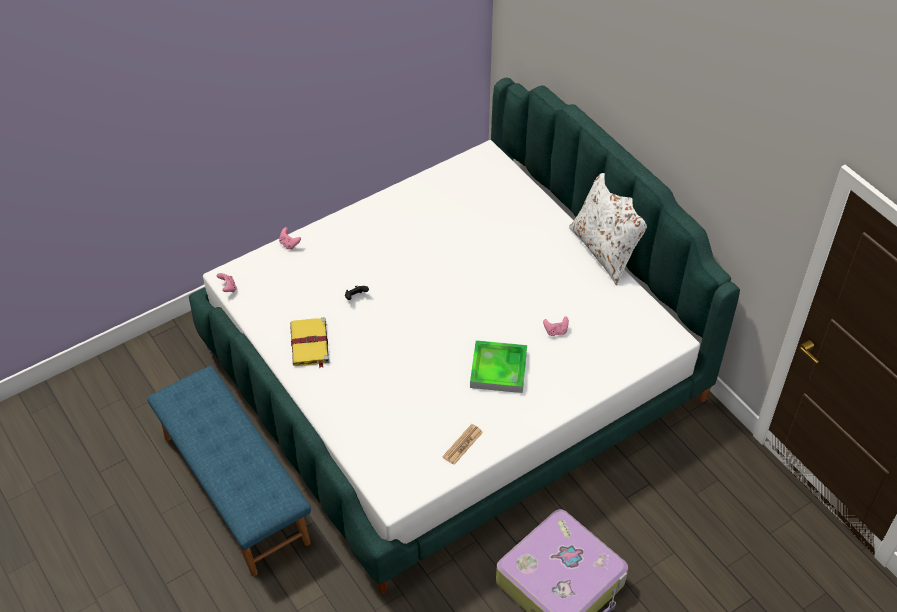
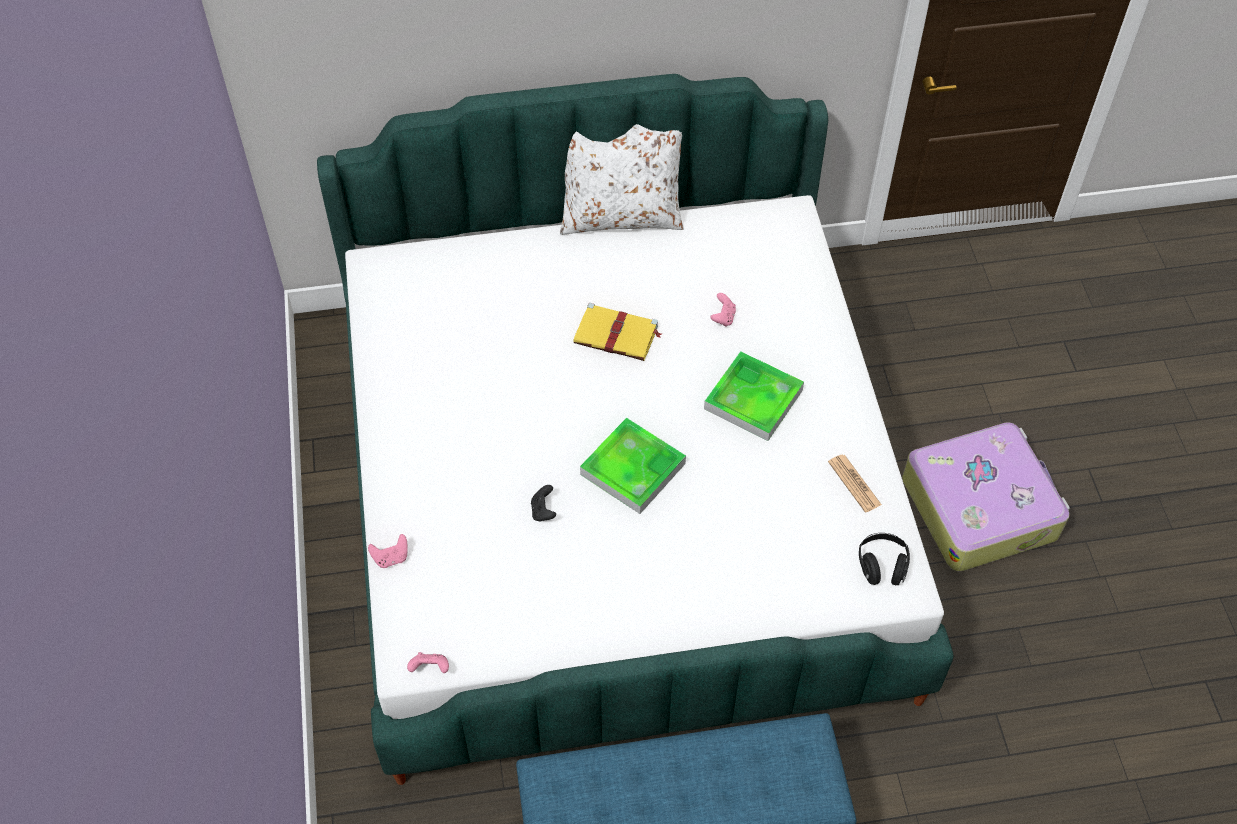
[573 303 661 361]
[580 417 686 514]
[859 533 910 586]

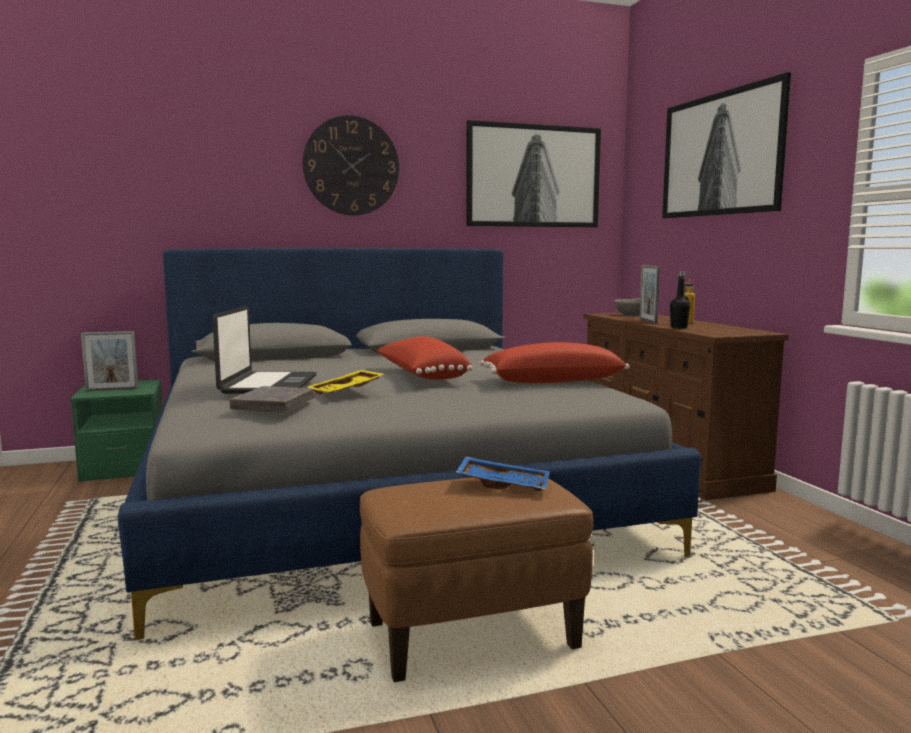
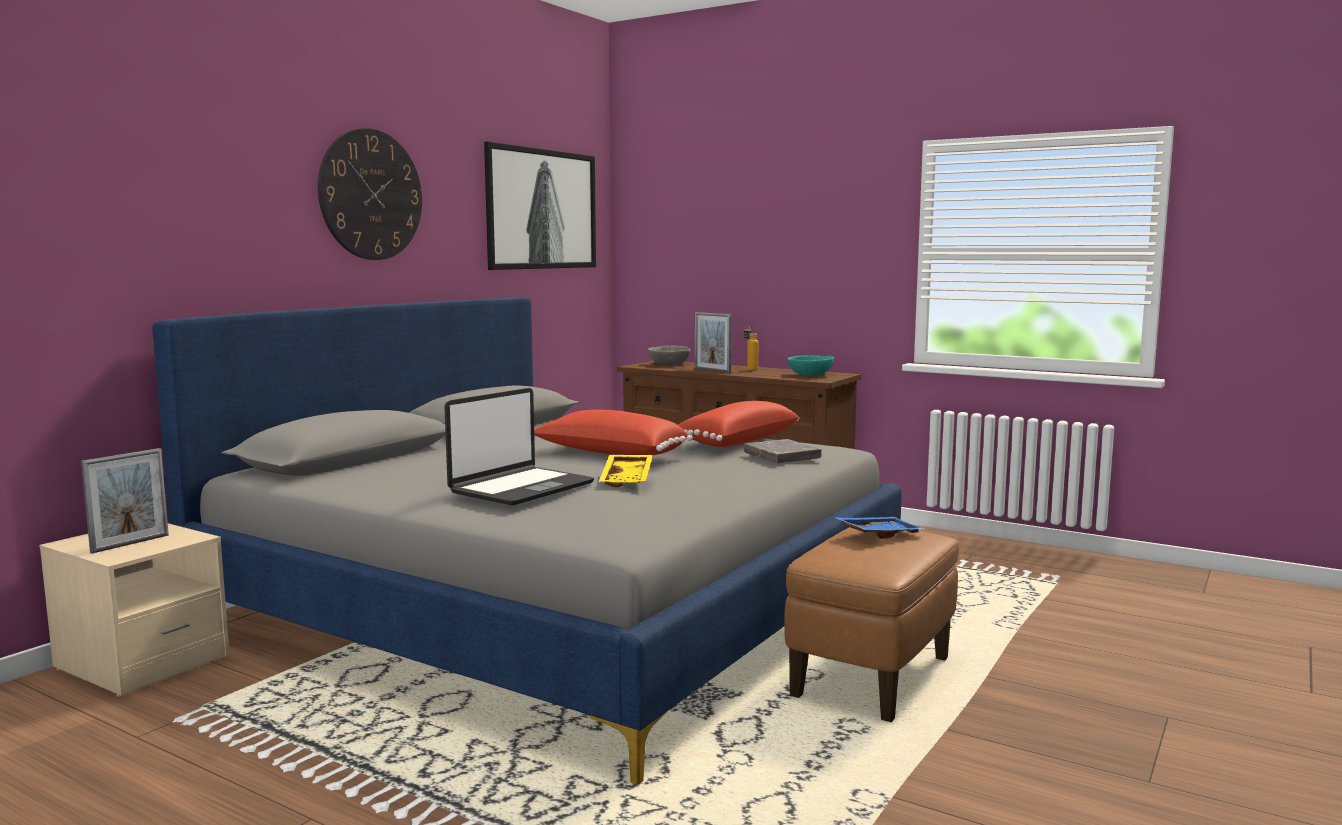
[39 523 230 697]
[444 388 594 506]
[744 439 821 463]
[787 355 834 376]
[662 72 791 218] (first image)
[670 271 691 329] (first image)

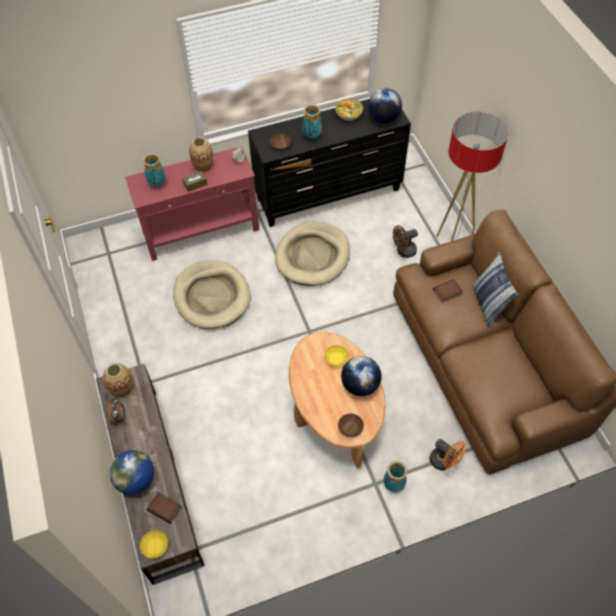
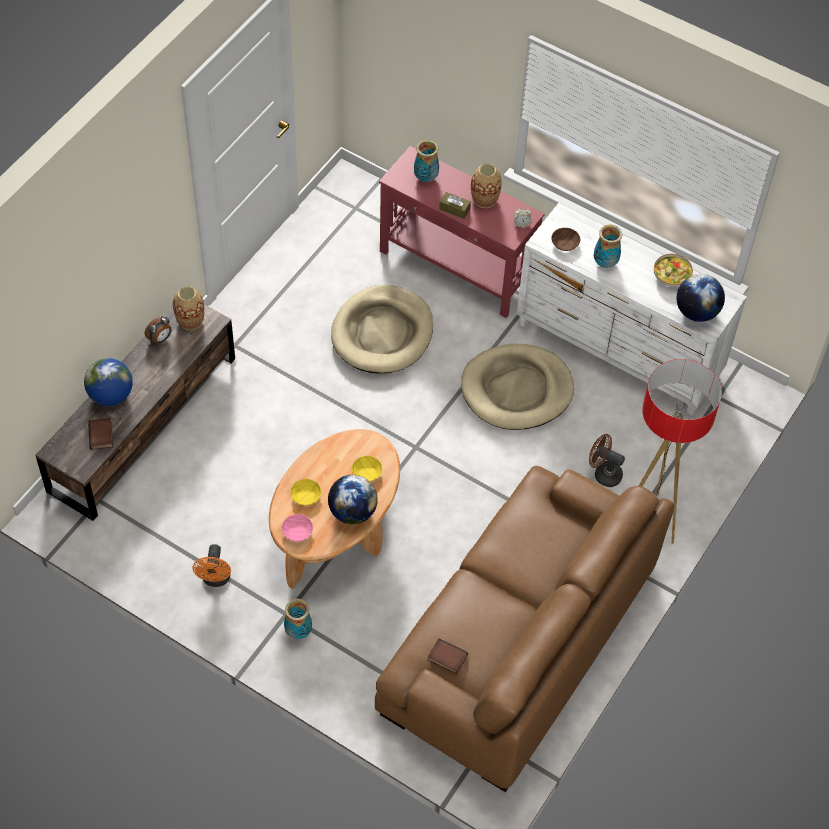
[193 544 231 587]
[282 514 313 542]
[290 479 321 505]
[428 638 468 675]
[517 203 747 416]
[472 251 519 327] (first image)

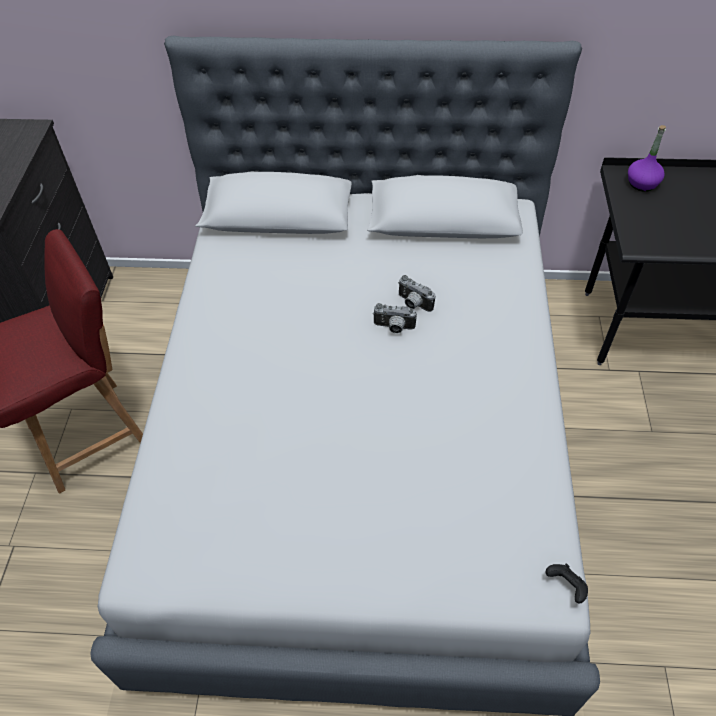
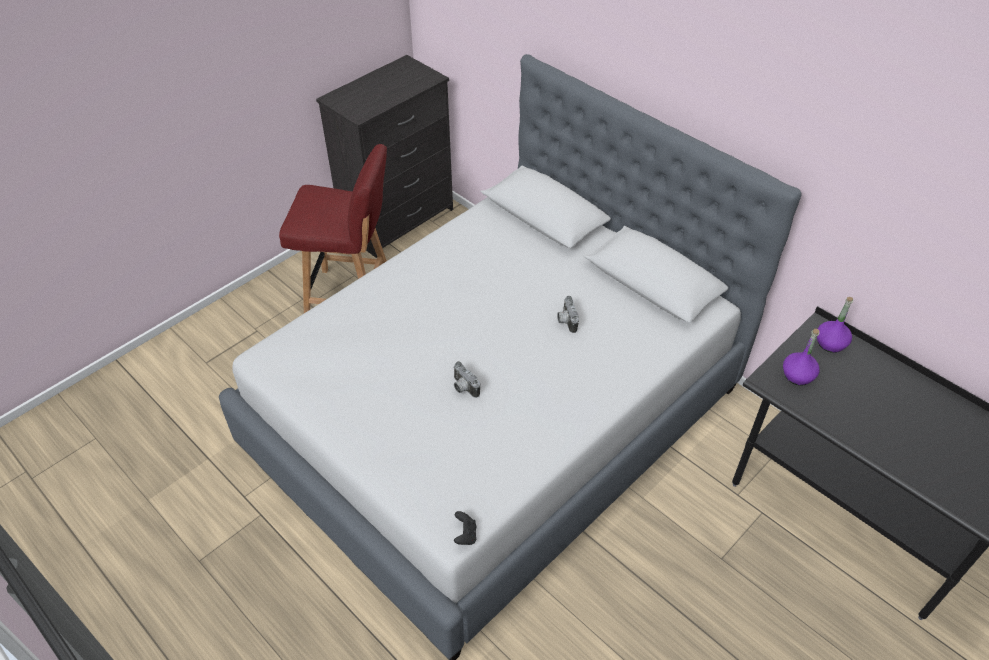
[453 361 480 398]
[783 329 820 385]

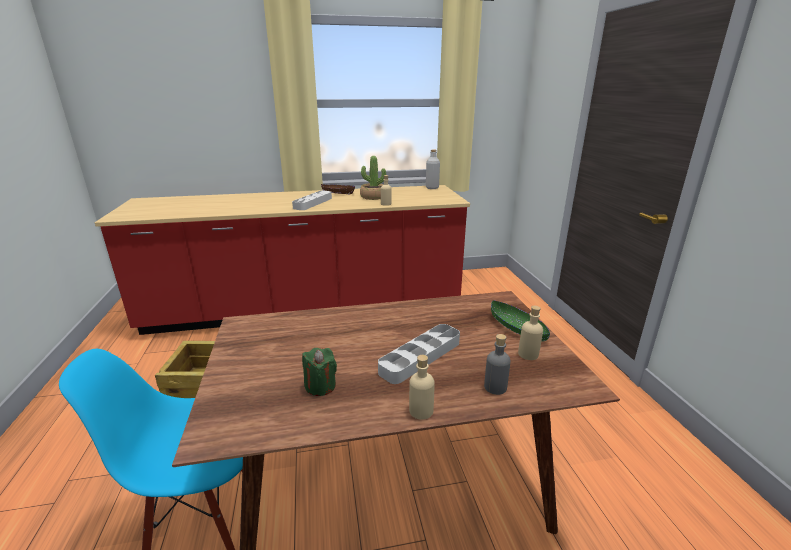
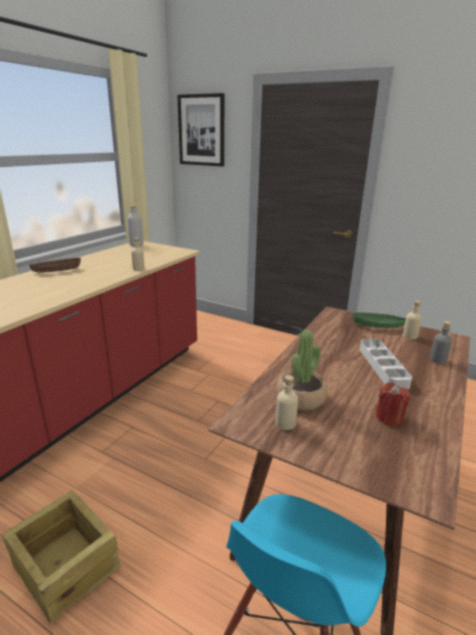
[177 93 224 167]
[275 375 298 430]
[276 330 327 411]
[375 382 411 426]
[292 191 332 210] (first image)

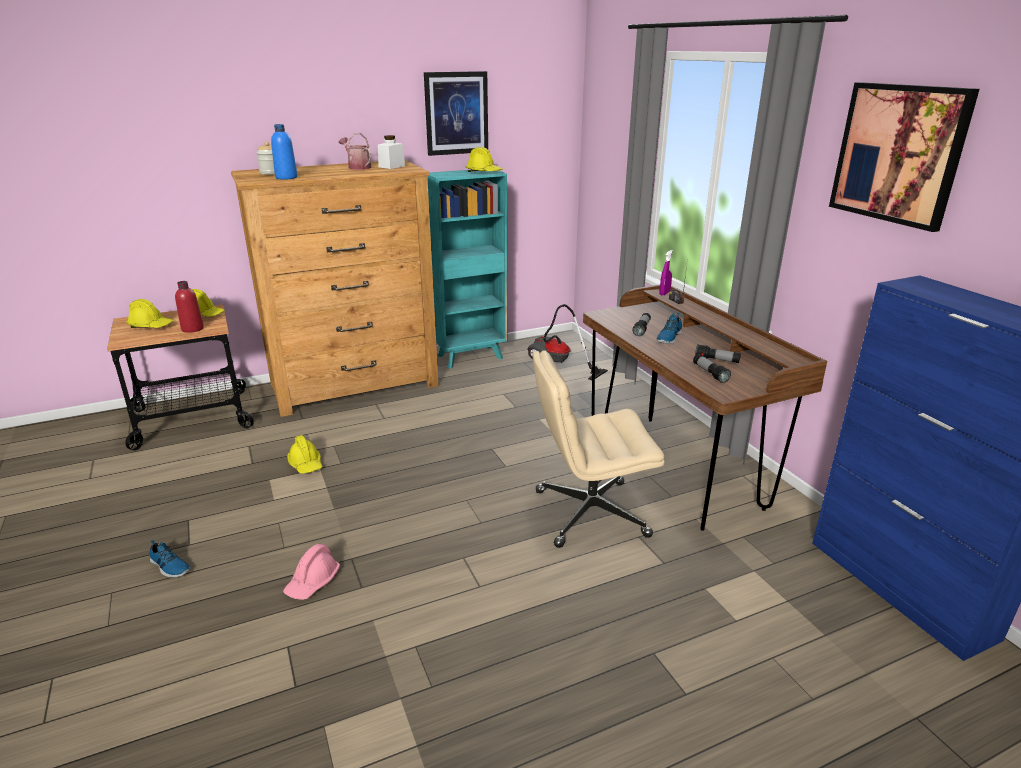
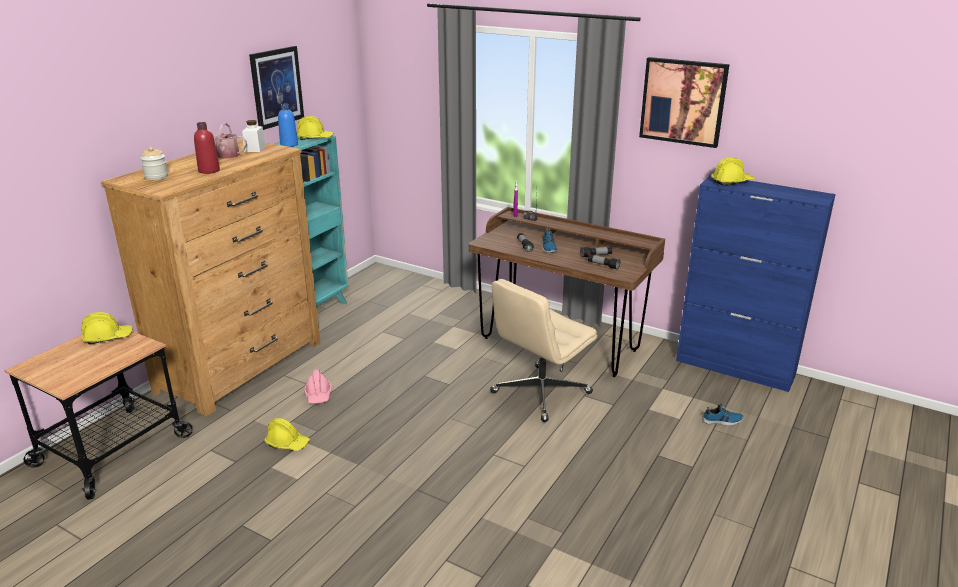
[194 122 220 174]
[278 103 298 147]
[304 369 332 403]
[702 403 743 426]
[711 157 755 186]
[527 304 608 380] (first image)

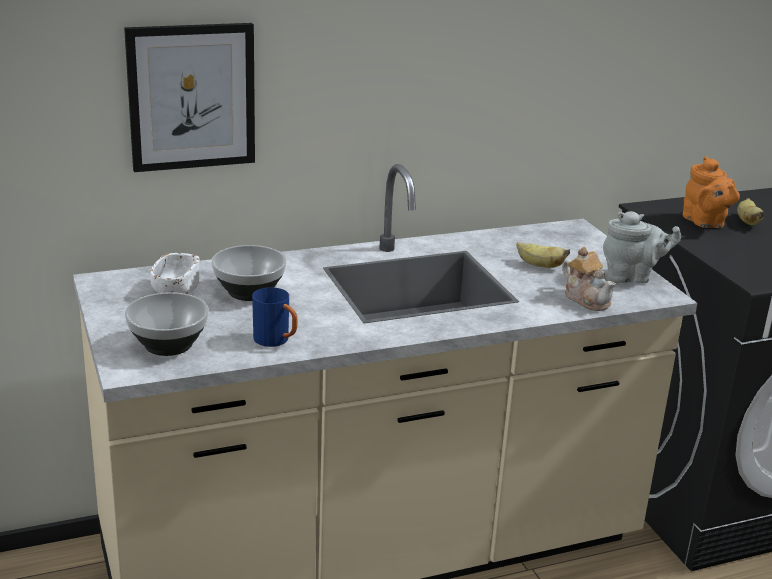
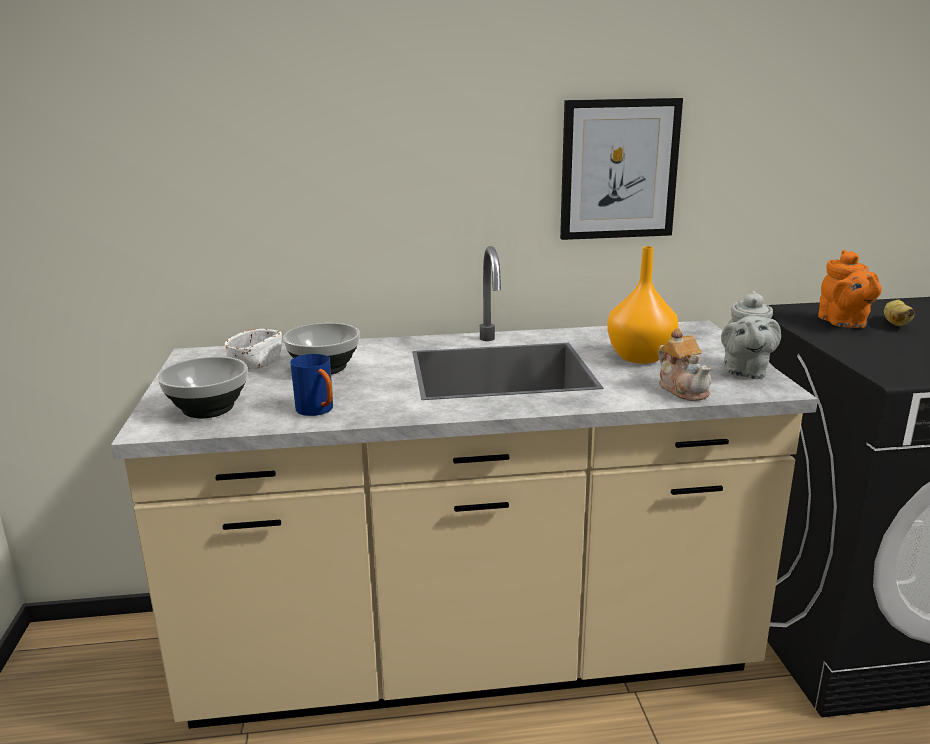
[560 98 683 240]
[607 246 679 364]
[721 291 781 379]

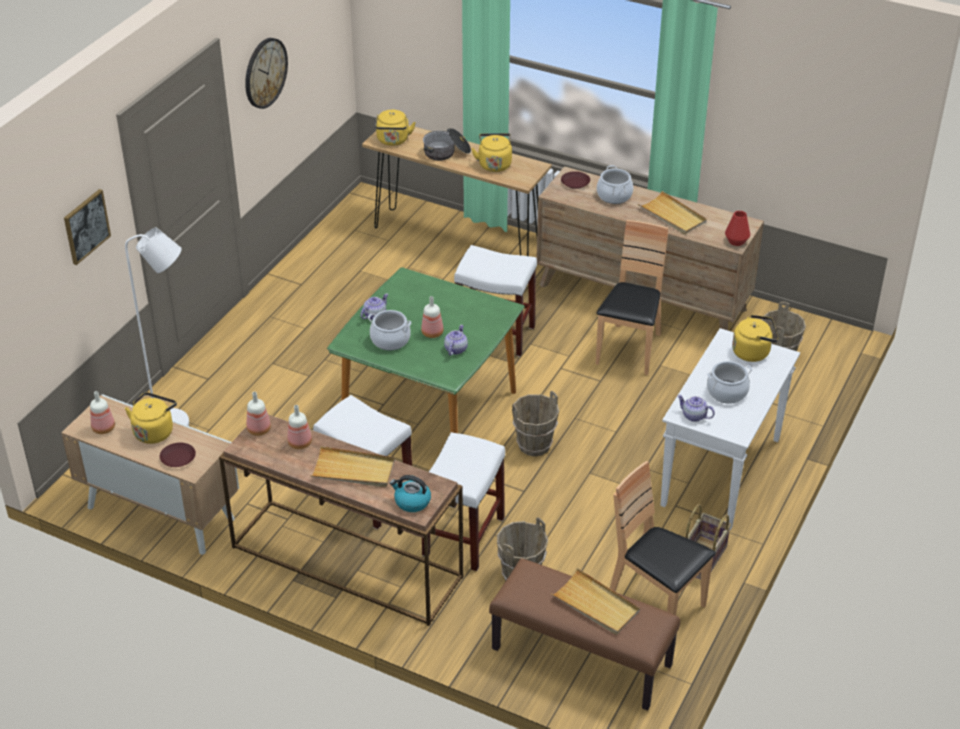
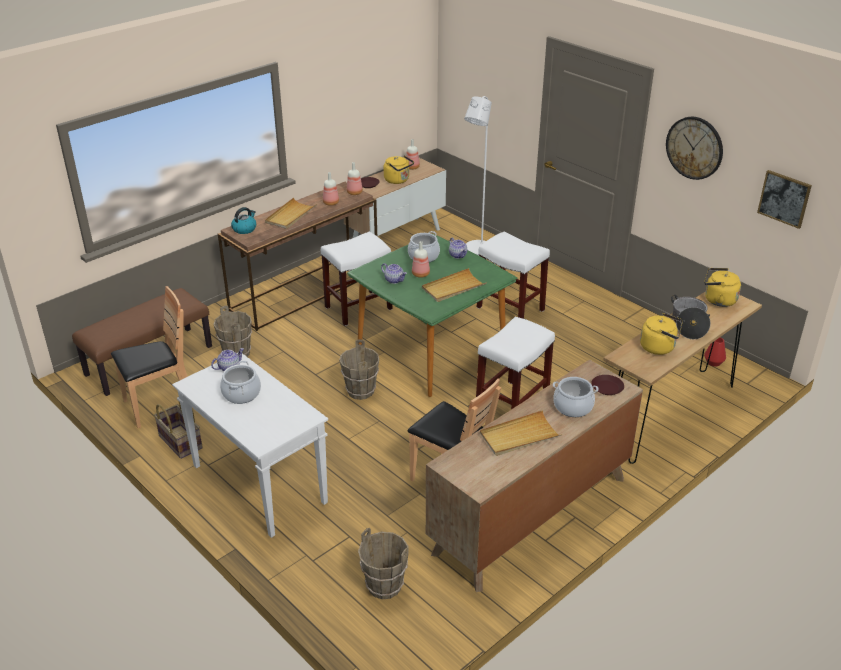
[422 268 487 302]
[477 232 550 319]
[704 337 726 367]
[757 170 812 229]
[732 315 778 362] (first image)

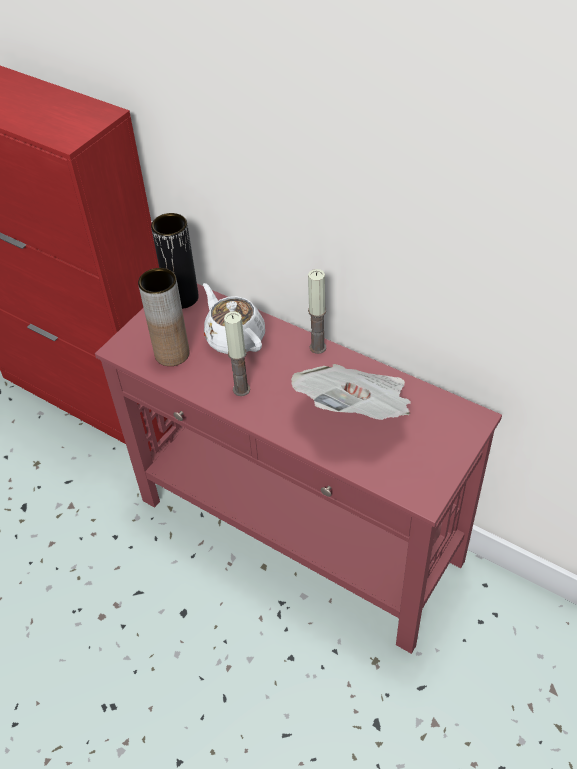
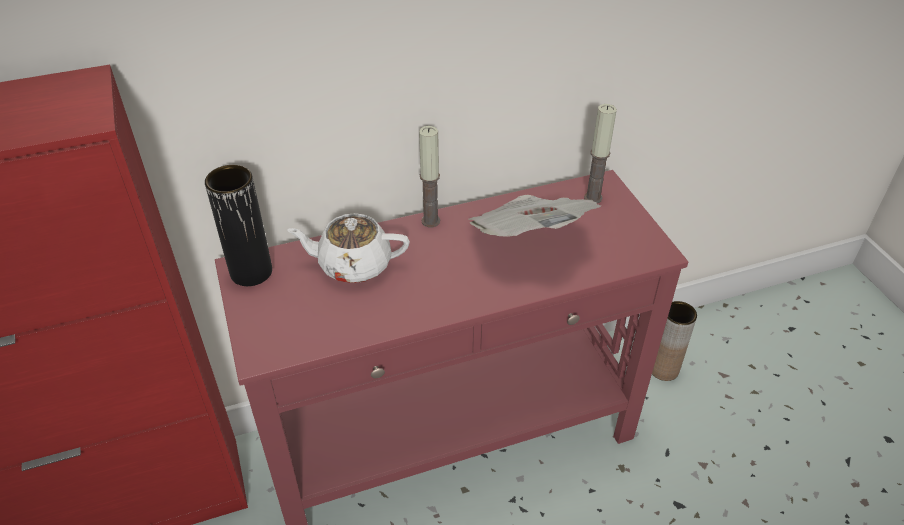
[584 104 617 203]
[652 301 697 381]

